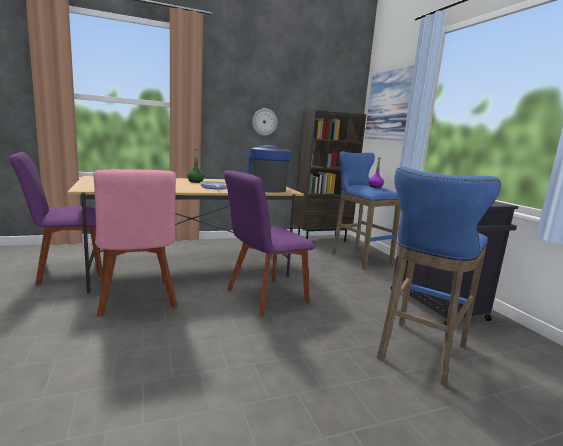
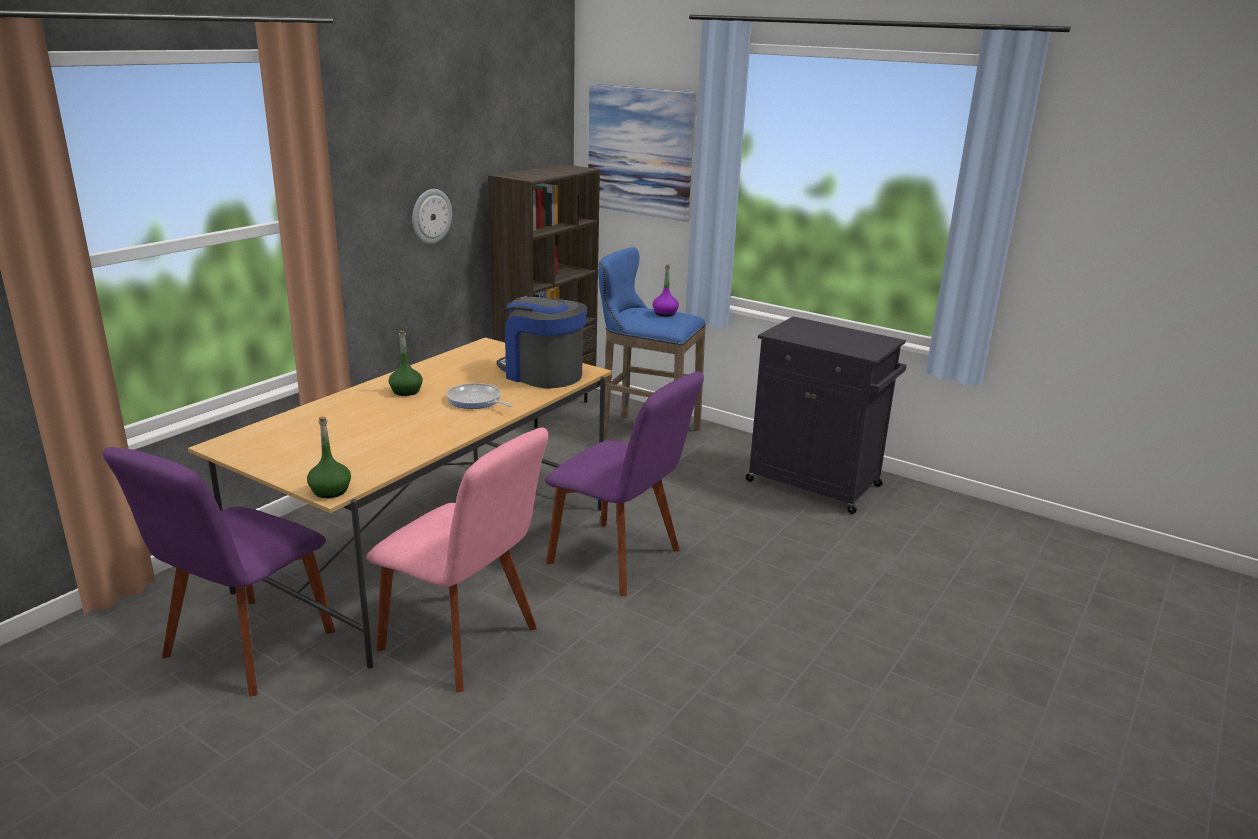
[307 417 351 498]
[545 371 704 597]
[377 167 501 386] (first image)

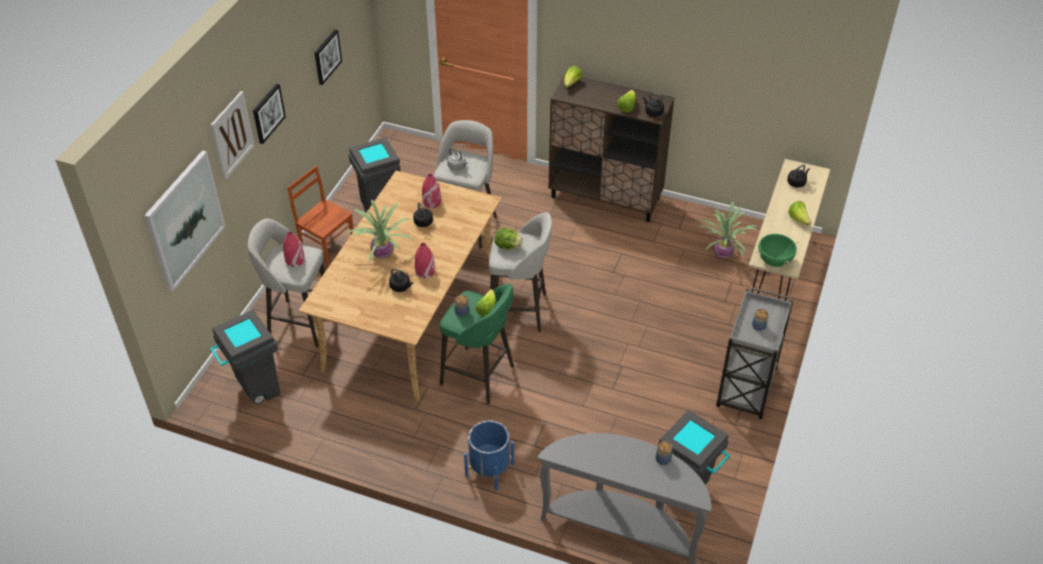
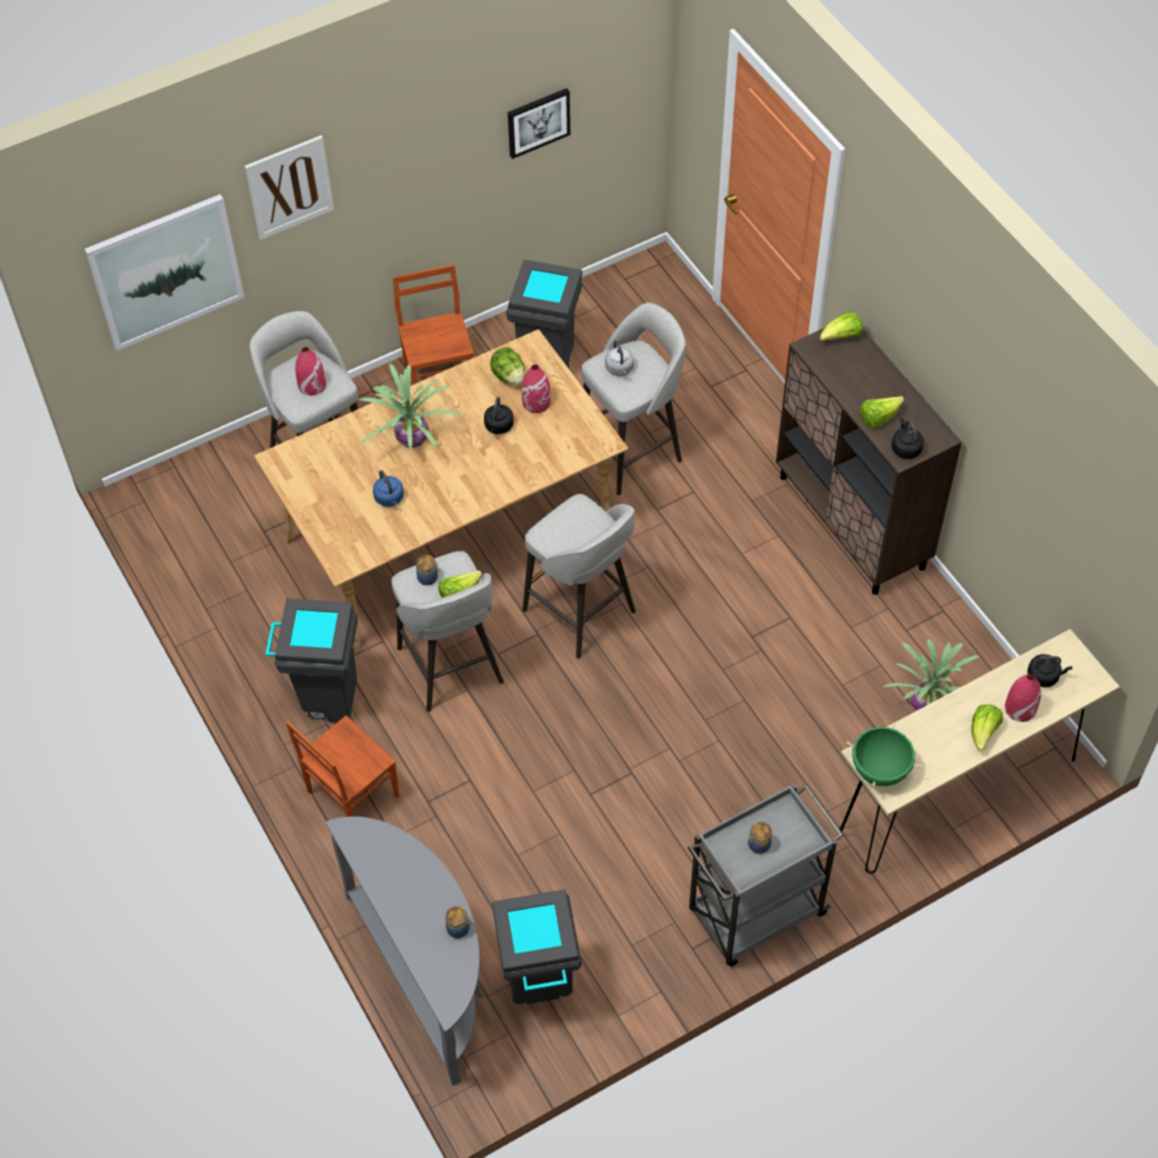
[265 598 358 723]
[286 716 399 817]
[373 470 404 507]
[391 551 504 712]
[490 347 525 385]
[1005 674 1041 722]
[253 84 286 144] (first image)

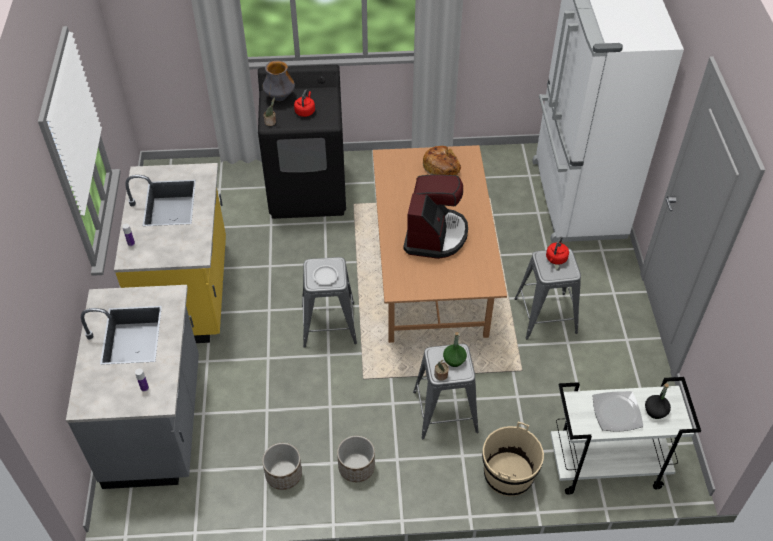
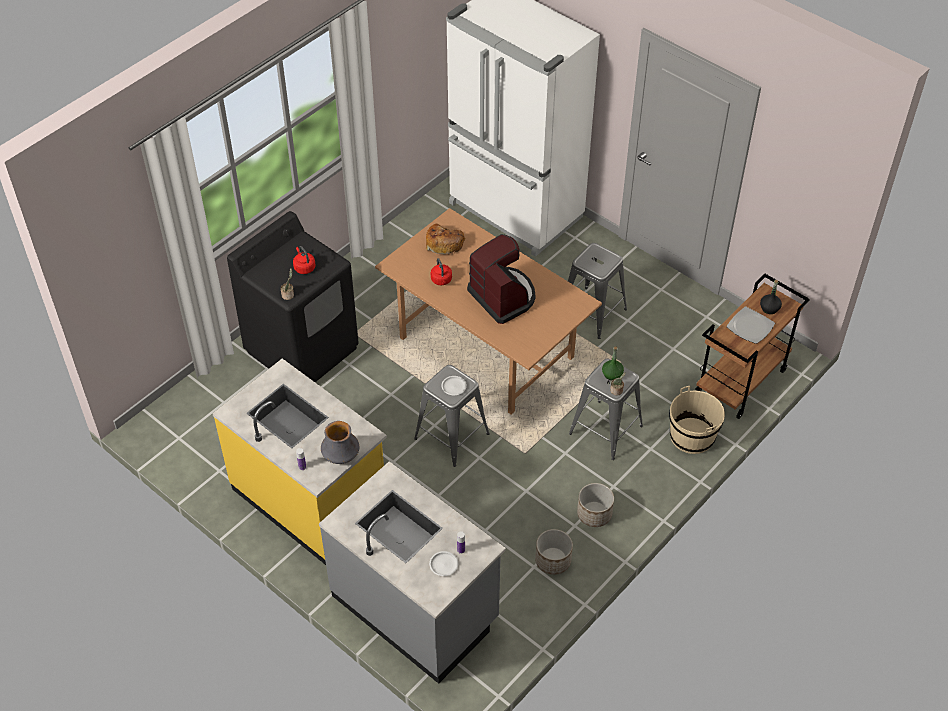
[321 421 359 464]
[429 551 458 576]
[431 258 452 285]
[696 274 810 419]

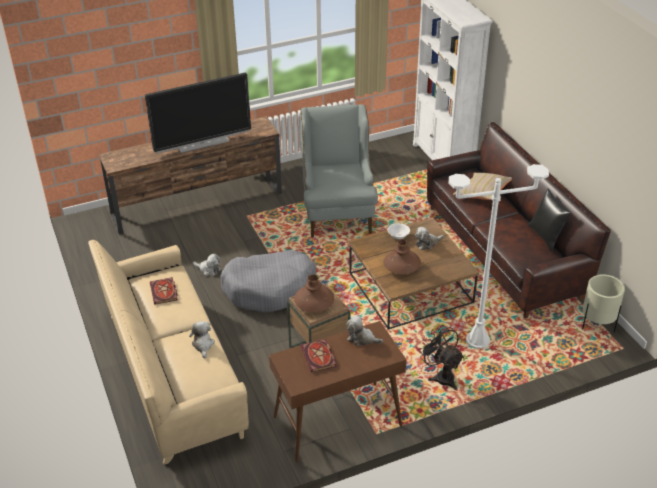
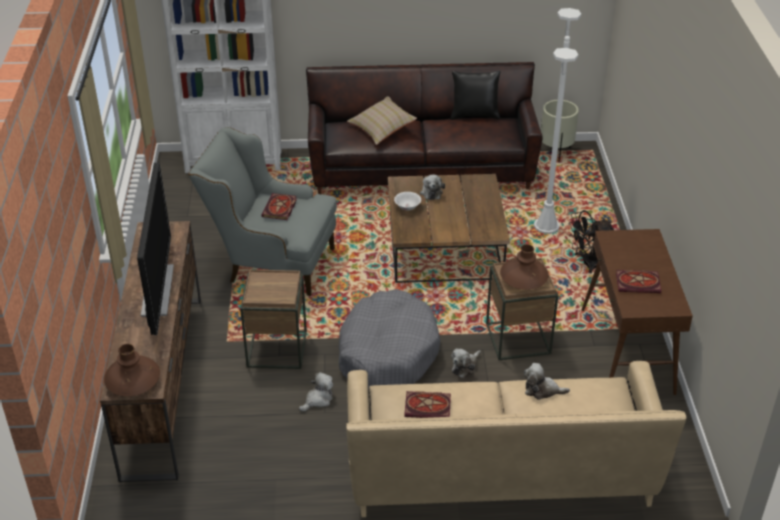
[104 344 160 396]
[240 270 307 369]
[261 193 297 220]
[451 349 481 378]

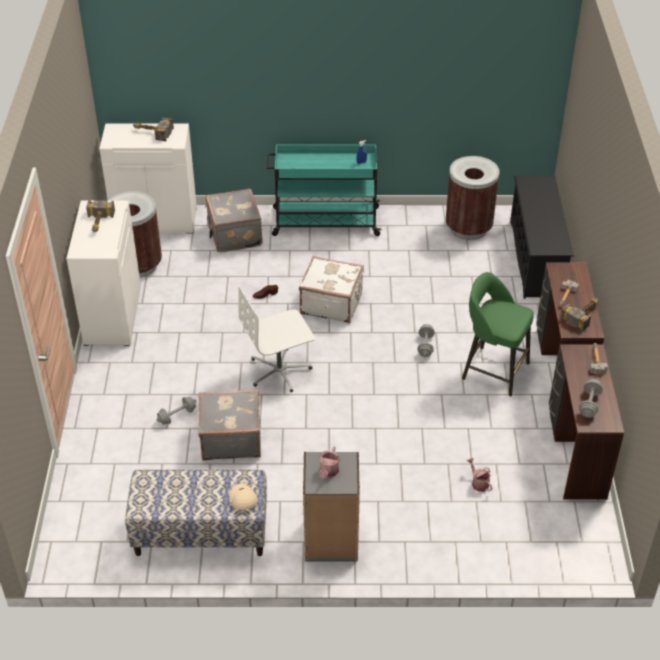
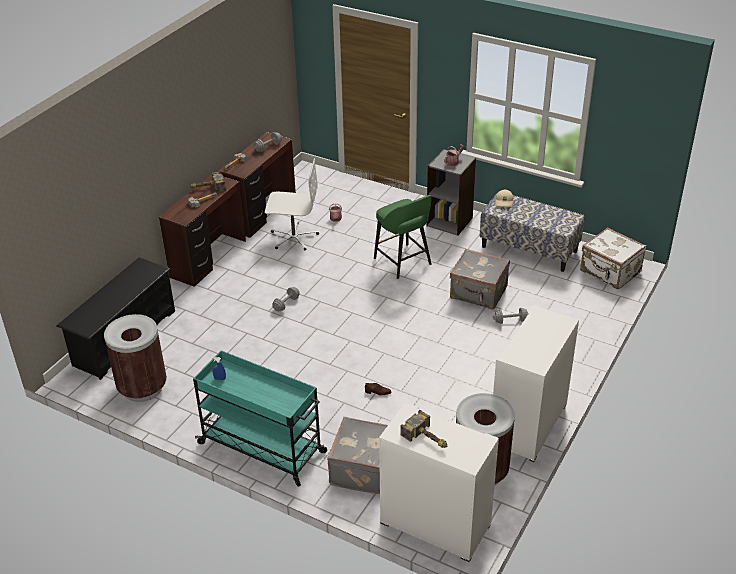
[265 158 319 250]
[374 195 432 279]
[580 227 646 289]
[86 200 115 232] (first image)

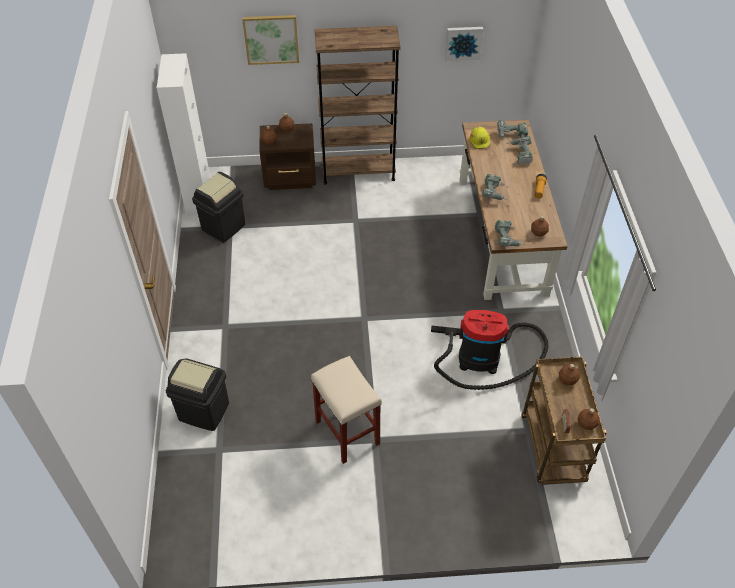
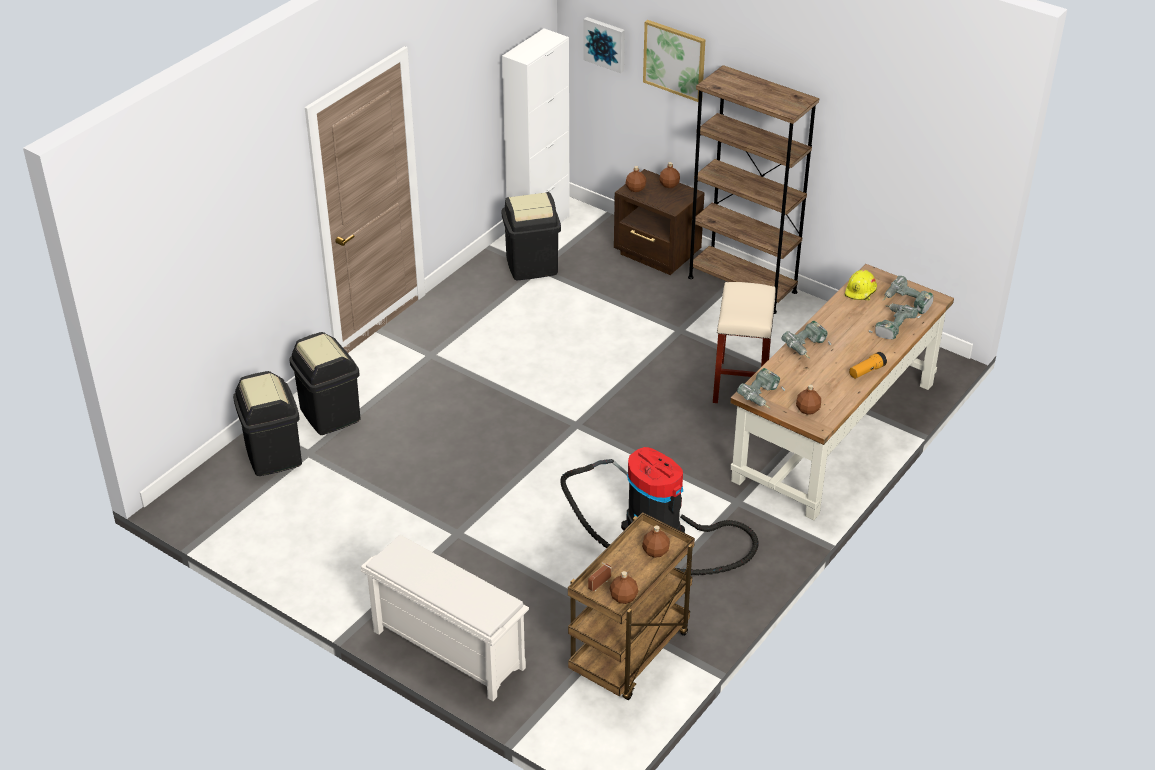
[233 371 302 476]
[361 535 529 701]
[583 17 625 73]
[713 282 776 403]

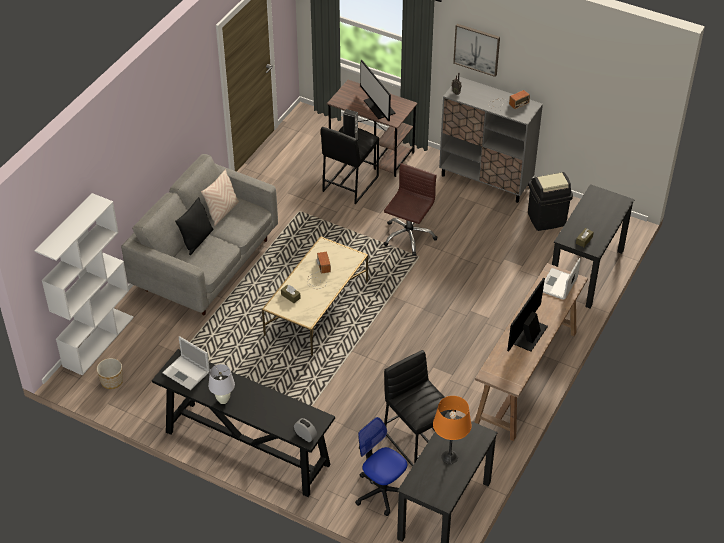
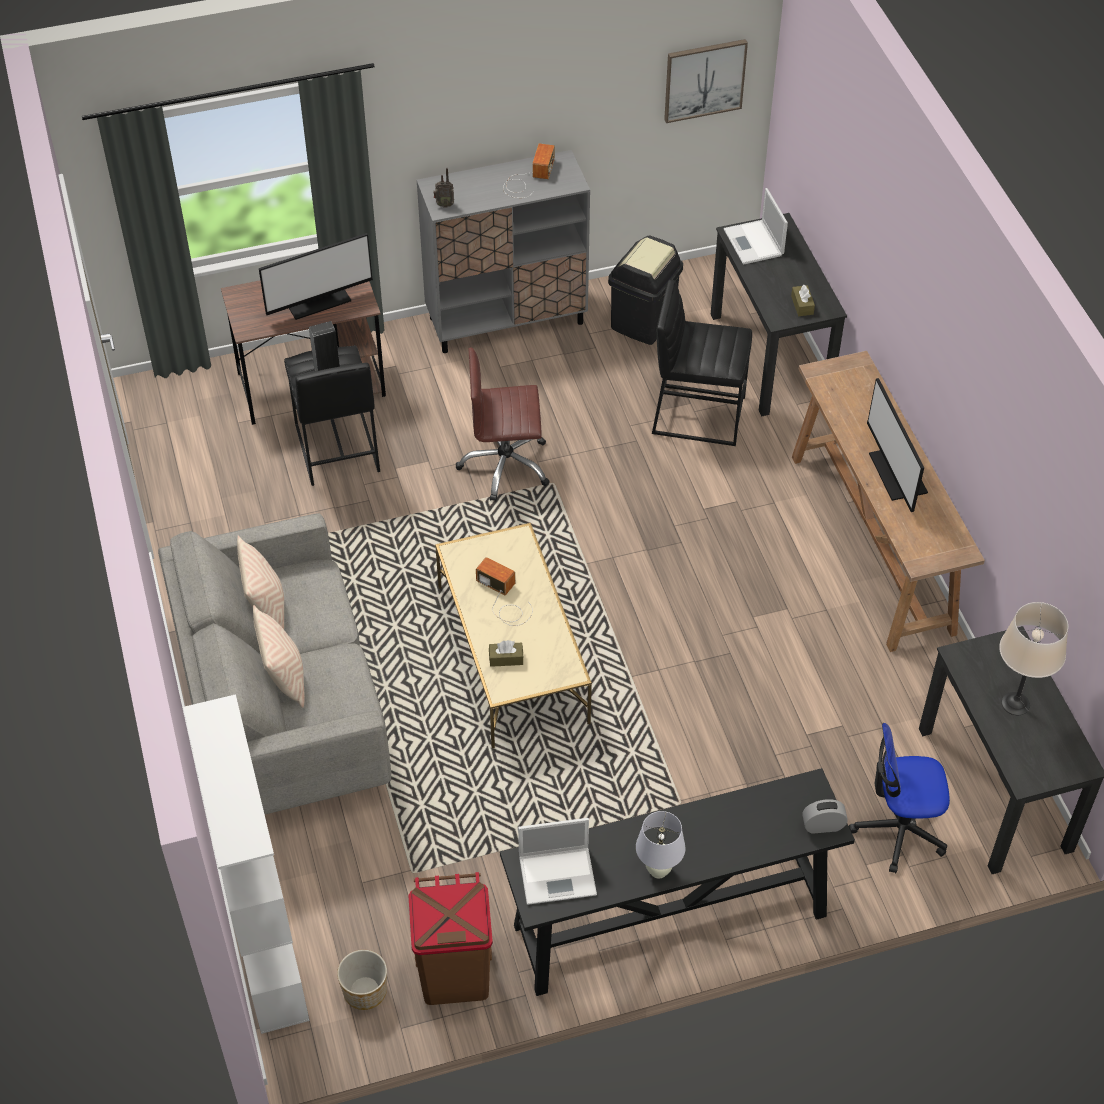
[253 605 305 708]
[259 233 373 320]
[408 872 493 1005]
[456 347 550 501]
[652 280 752 446]
[664 39 748 123]
[723 188 788 265]
[999 602 1068 715]

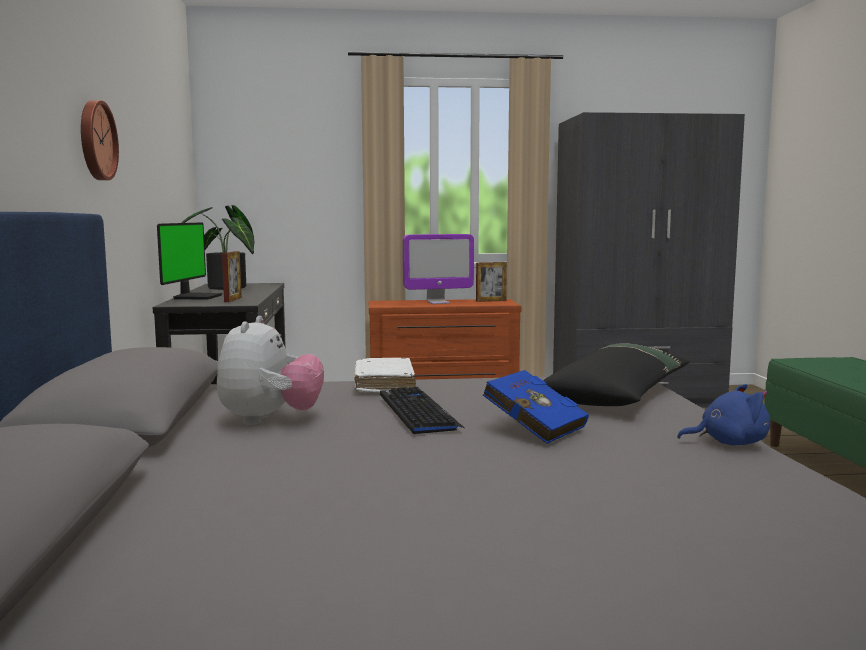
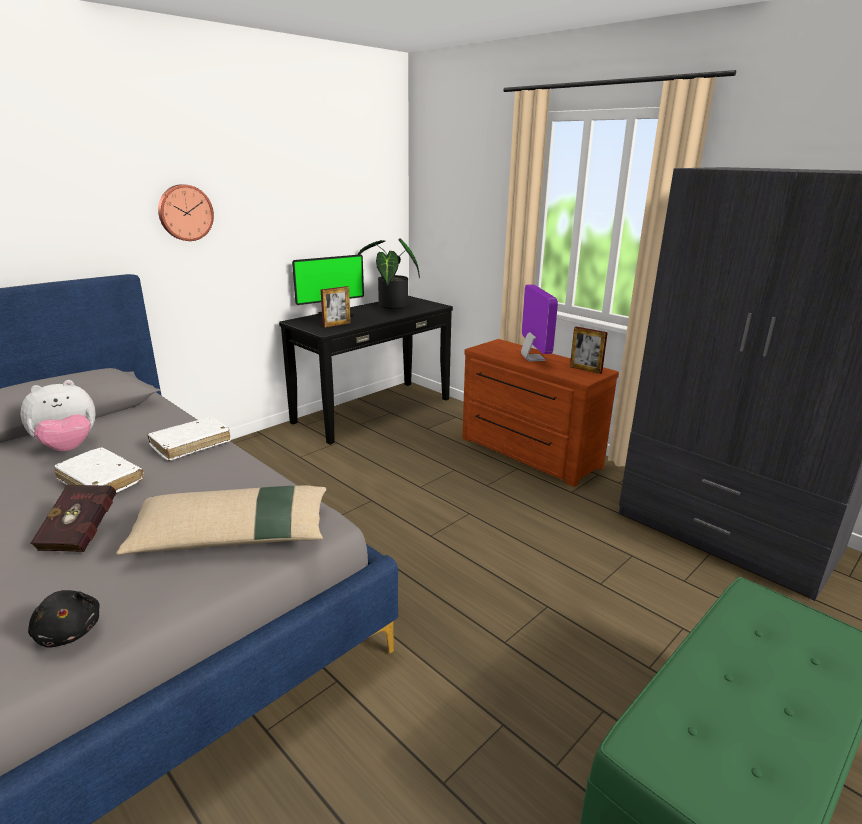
[28 590 100 648]
[30 483 116 552]
[54 448 144 493]
[116 485 326 555]
[521 284 558 361]

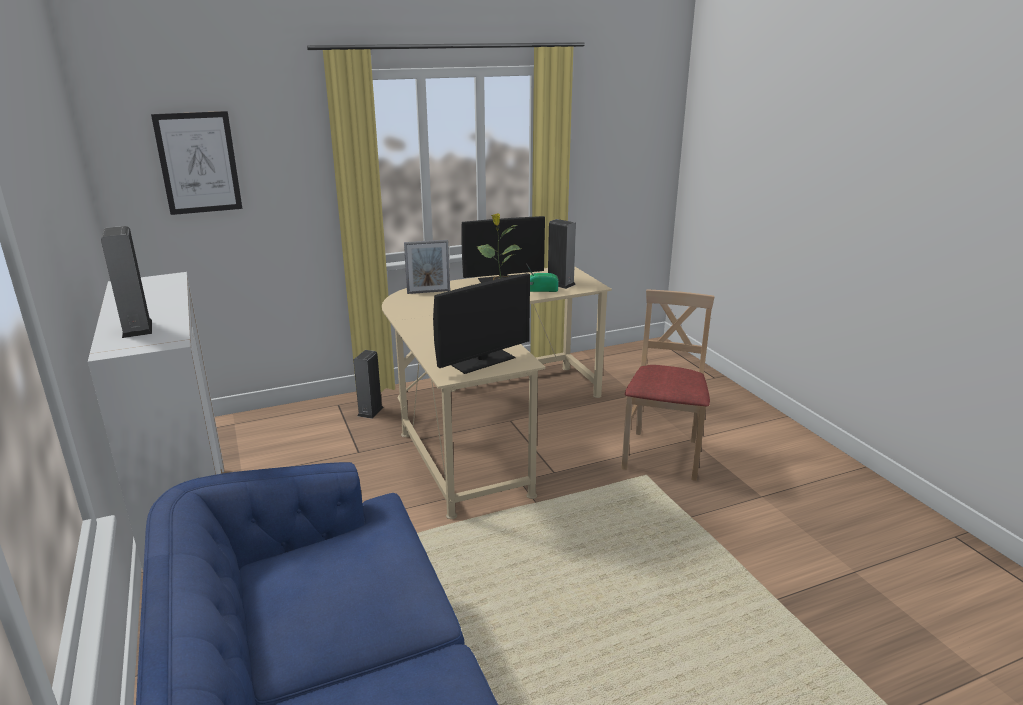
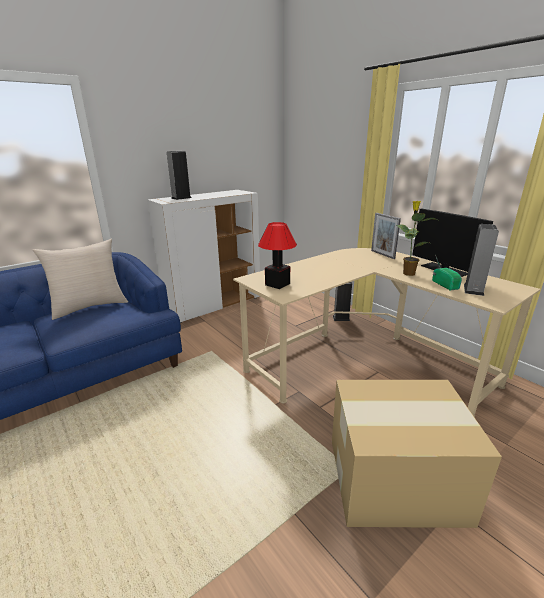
[33 239 128 320]
[258 222 297 289]
[332 380 502 528]
[151 111 242 215] (first image)

